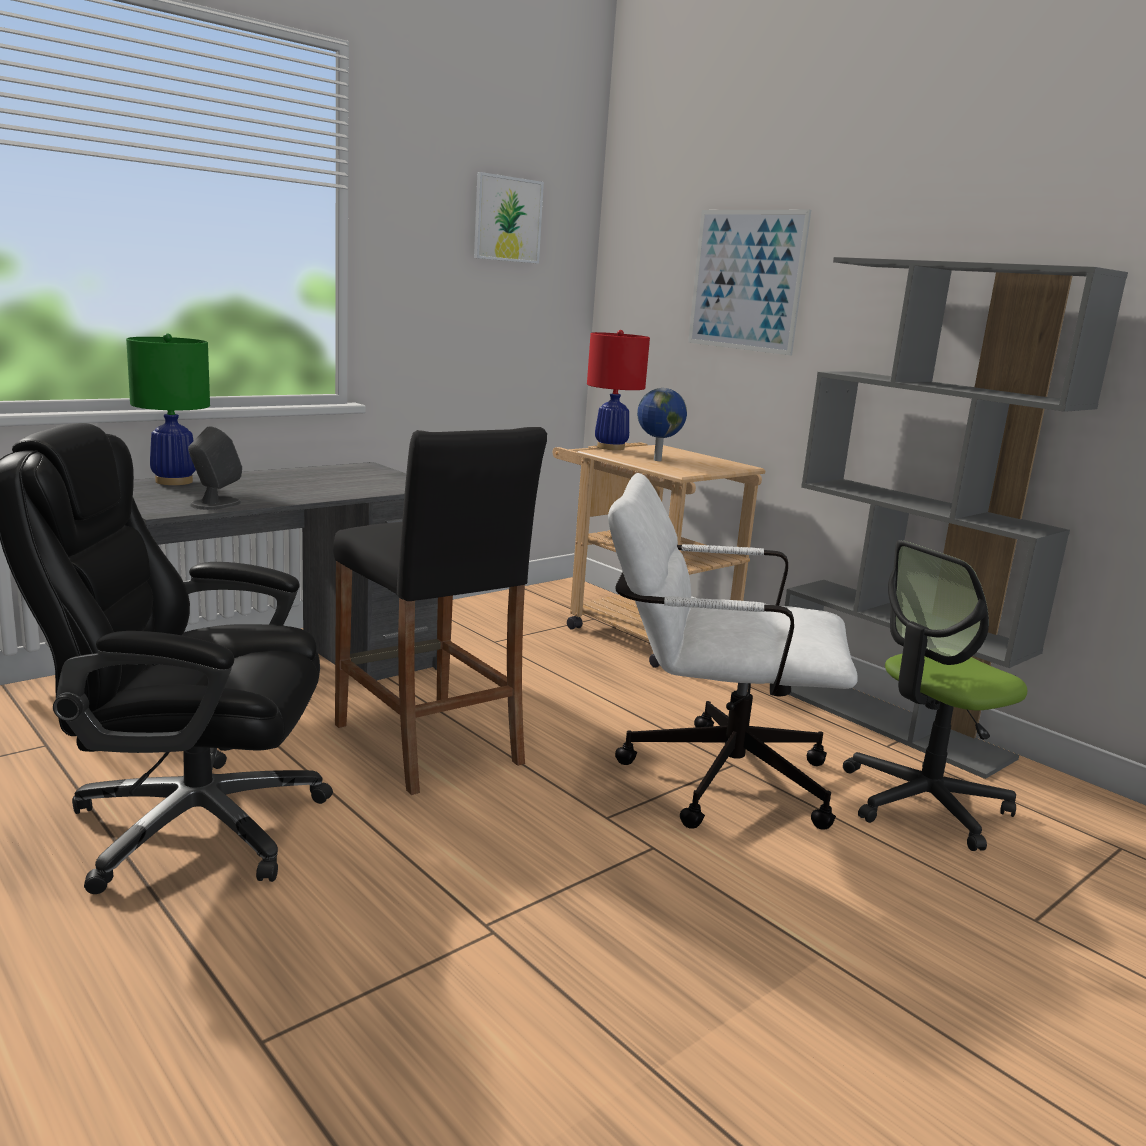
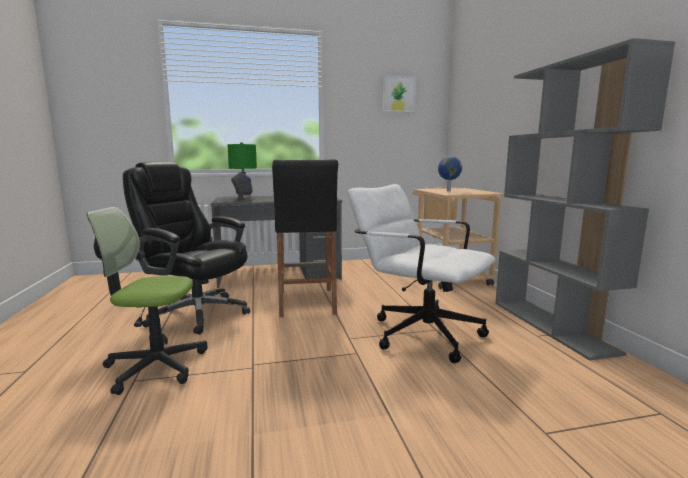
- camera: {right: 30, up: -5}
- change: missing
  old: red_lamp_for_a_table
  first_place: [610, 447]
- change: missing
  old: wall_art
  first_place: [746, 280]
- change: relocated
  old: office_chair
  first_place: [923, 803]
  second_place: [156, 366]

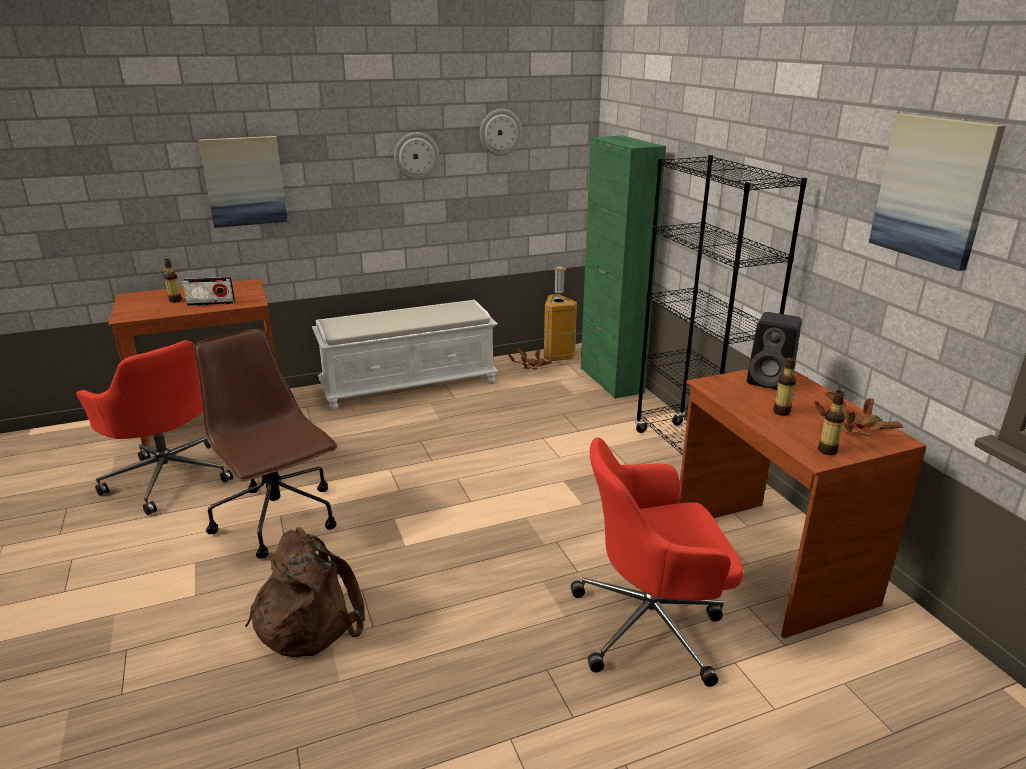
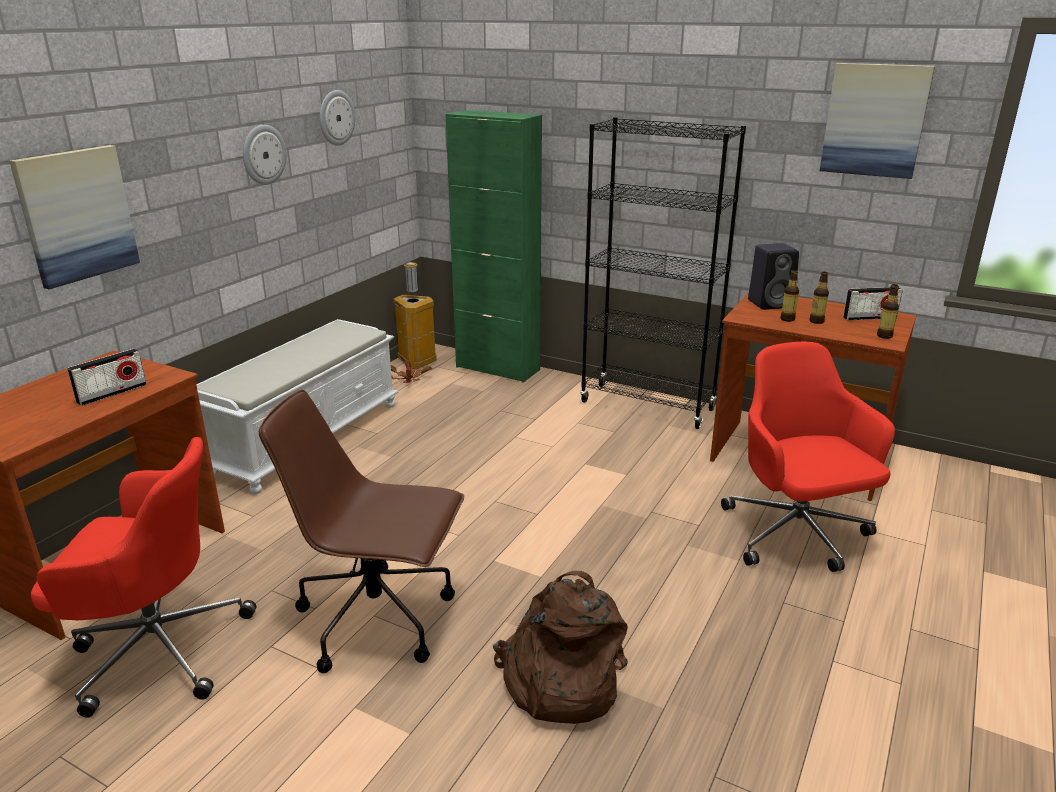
- camera: {right: -40, up: 0}
- change: relocated
  old: bottle
  first_place: [175, 300]
  second_place: [787, 319]
- change: exchanged
  old: plant_in_a_pot
  new: radio_set
  first_place: [855, 428]
  second_place: [869, 317]
- change: spun
  old: red_office_chair
  first_place: [651, 625]
  second_place: [796, 534]
  degrees: 120

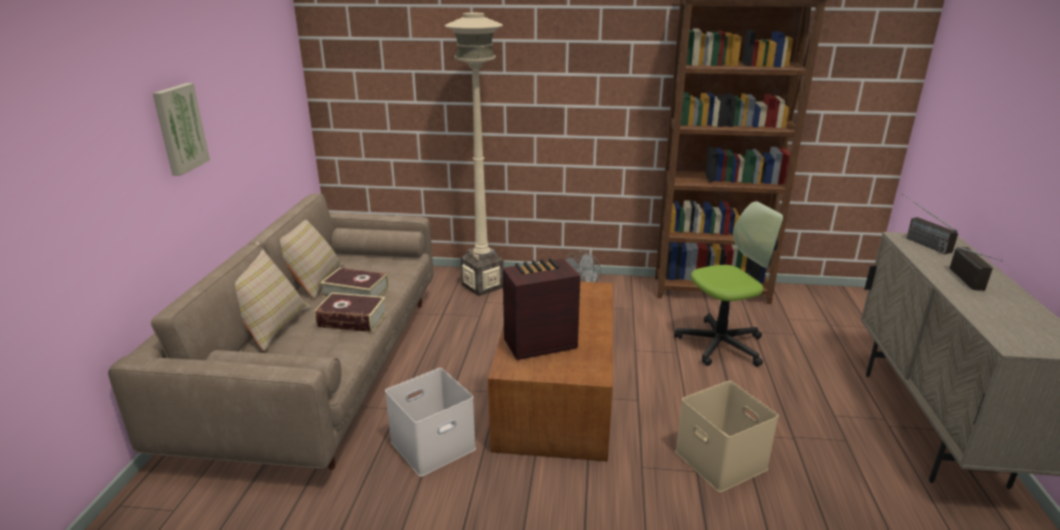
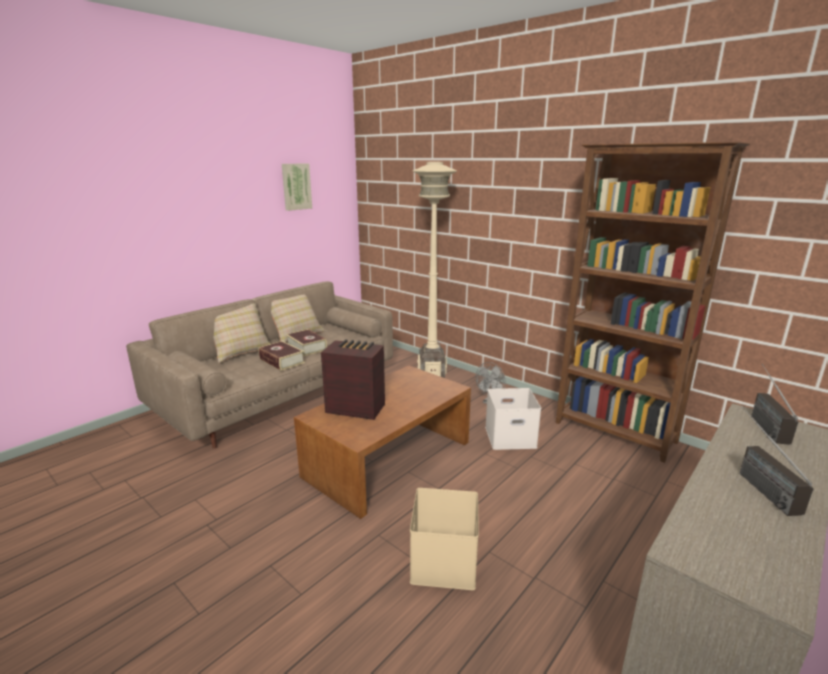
- camera: {right: 35, up: -5}
- change: missing
  old: office_chair
  first_place: [721, 344]
- change: relocated
  old: wall_art
  first_place: [179, 128]
  second_place: [296, 186]
- change: relocated
  old: whitish_storage_container
  first_place: [433, 444]
  second_place: [511, 436]
- change: spun
  old: radio_set
  first_place: [974, 285]
  second_place: [754, 482]
  degrees: 135

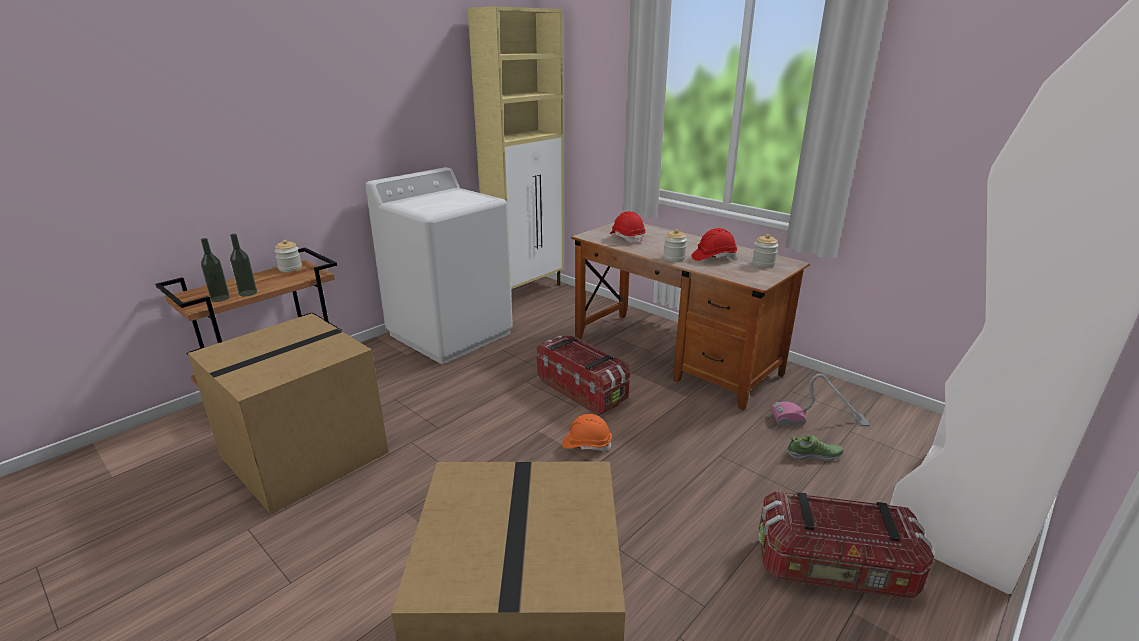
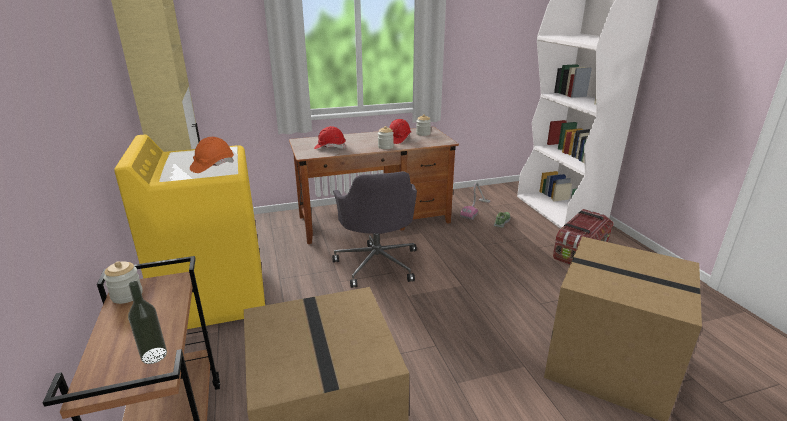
- camera: {right: -60, up: 0}
- change: missing
  old: bottle
  first_place: [248, 293]
- change: relocated
  old: orange_work_helmet
  first_place: [586, 444]
  second_place: [213, 166]
- change: exchanged
  old: storage_container
  new: greyish_office_chair
  first_place: [583, 390]
  second_place: [377, 263]
- change: colour
  old: whitish_laundry_machine
  new: yellowish_laundry_machine
  first_place: [451, 334]
  second_place: [214, 296]

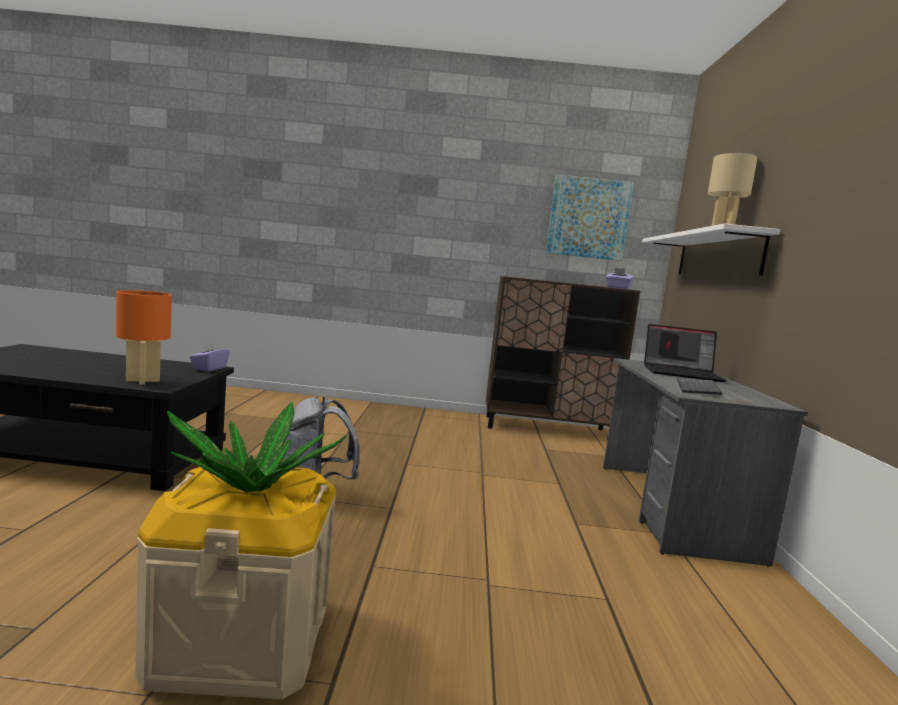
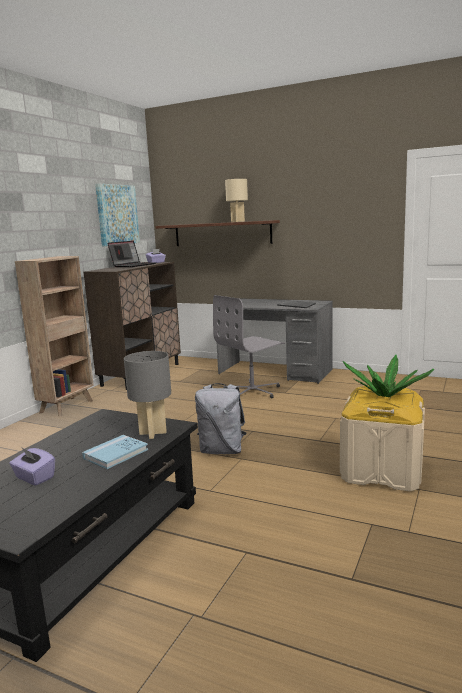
- camera: {right: -65, up: 5}
- change: appeared
  new: brown_shelving_unit
  second_place: [67, 406]
- change: appeared
  new: blue_bound_book
  second_place: [116, 454]
- change: appeared
  new: greyish_office_chair
  second_place: [252, 391]
- change: relocated
  old: purple_box_of_tissues
  first_place: [209, 368]
  second_place: [34, 478]
- change: relocated
  old: portable_computer
  first_place: [682, 373]
  second_place: [133, 265]
- change: colour
  old: orange_lamp_for_a_table
  new: greyish_lamp_for_a_table
  first_place: [142, 381]
  second_place: [153, 433]
- change: colour
  old: whitish_shelf
  new: brown_shelf
  first_place: [717, 256]
  second_place: [222, 234]

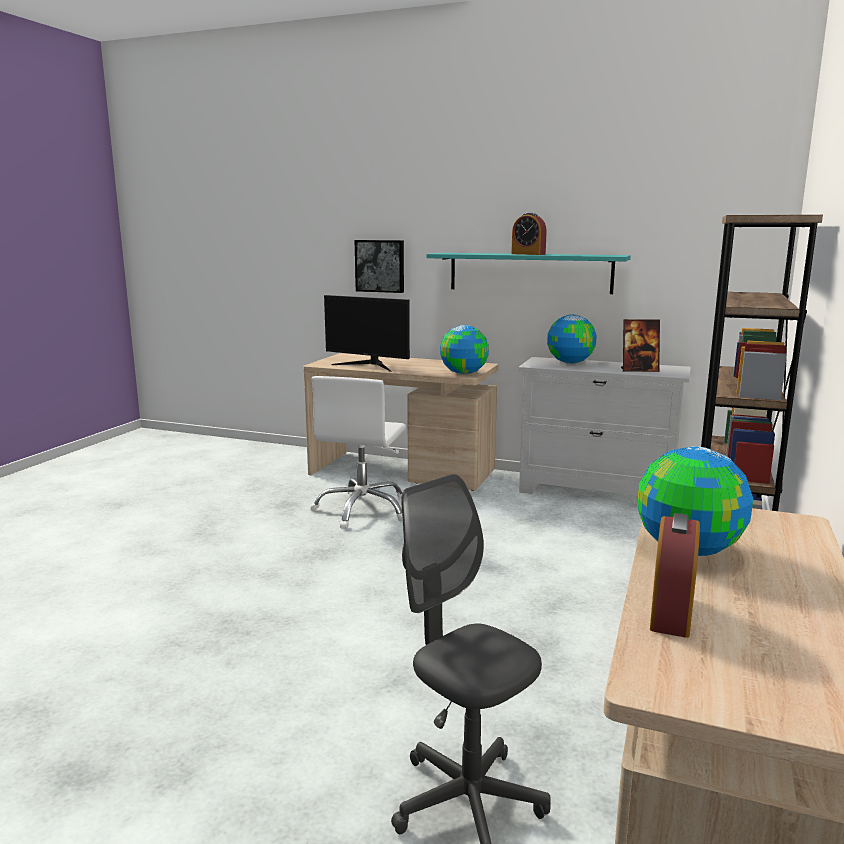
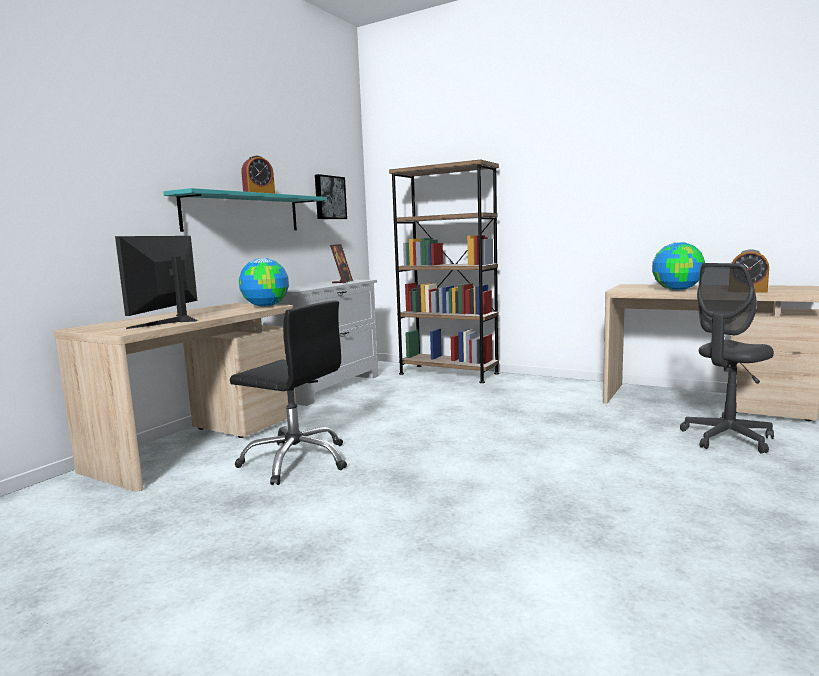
- camera: {right: -80, up: -5}
- change: missing
  old: desk_globe
  first_place: [569, 362]
- change: relocated
  old: wall_art
  first_place: [380, 266]
  second_place: [329, 197]
- change: colour
  old: whitish_office_chair
  new: black_office_chair
  first_place: [363, 509]
  second_place: [296, 460]
- change: spun
  old: computer_display
  first_place: [369, 365]
  second_place: [171, 321]
  degrees: 150

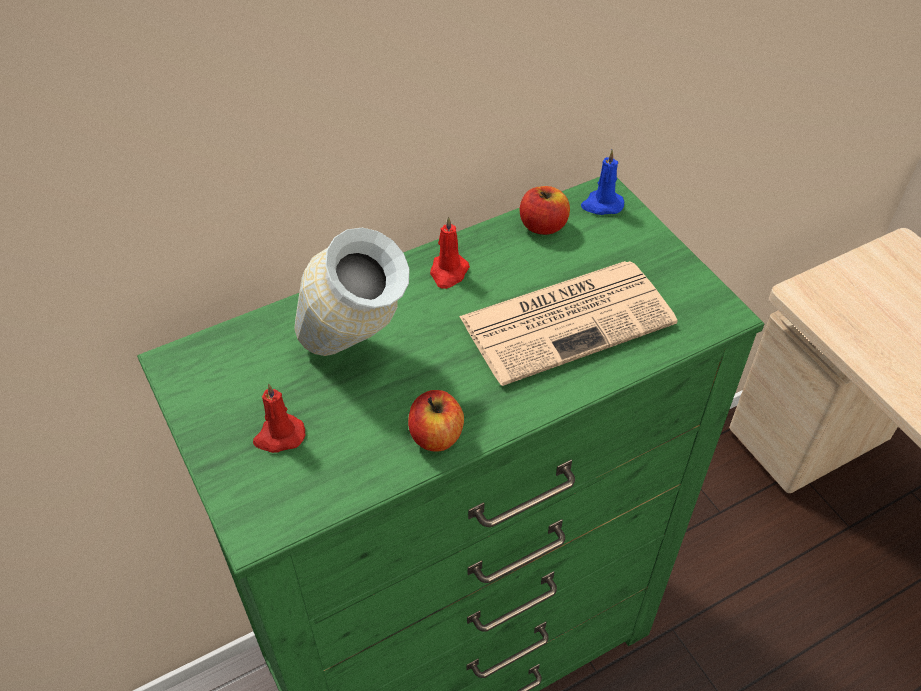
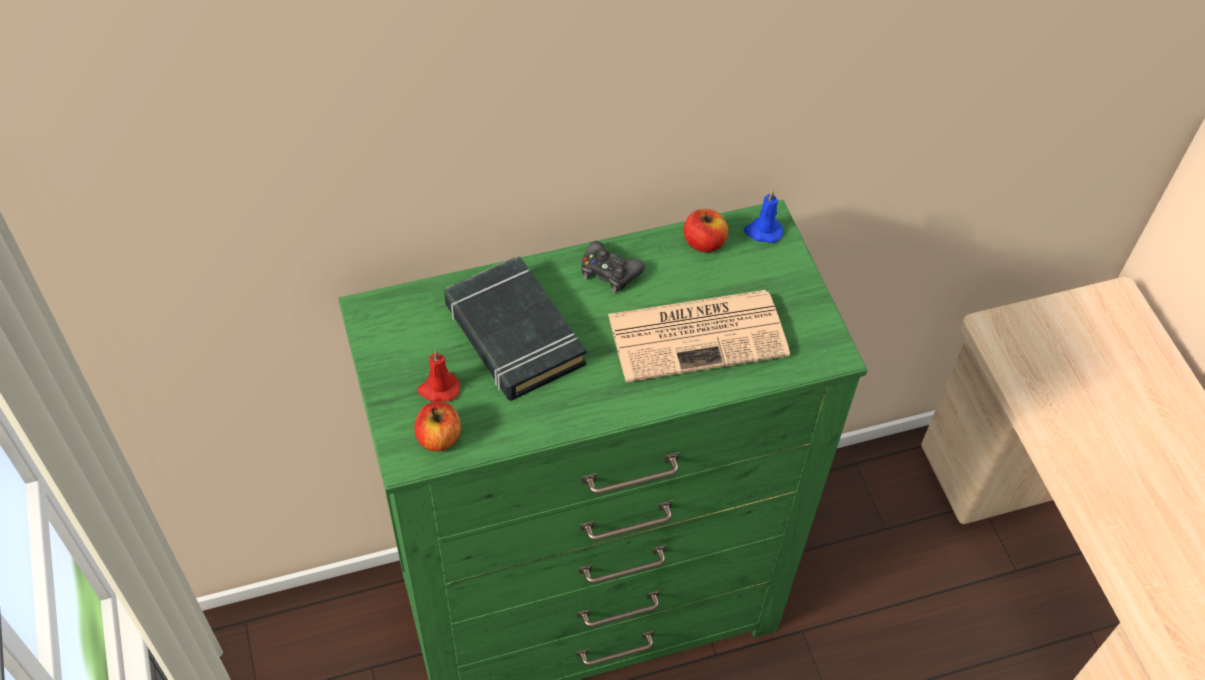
- camera: {right: 10, up: 5}
- change: relocated
  old: apple
  first_place: [436, 435]
  second_place: [439, 437]
- change: exchanged
  old: decorative_vase
  new: black_bound_book
  first_place: [355, 358]
  second_place: [513, 335]
- change: exchanged
  old: red_wax_candle
  new: black_joypad
  first_place: [448, 273]
  second_place: [609, 272]

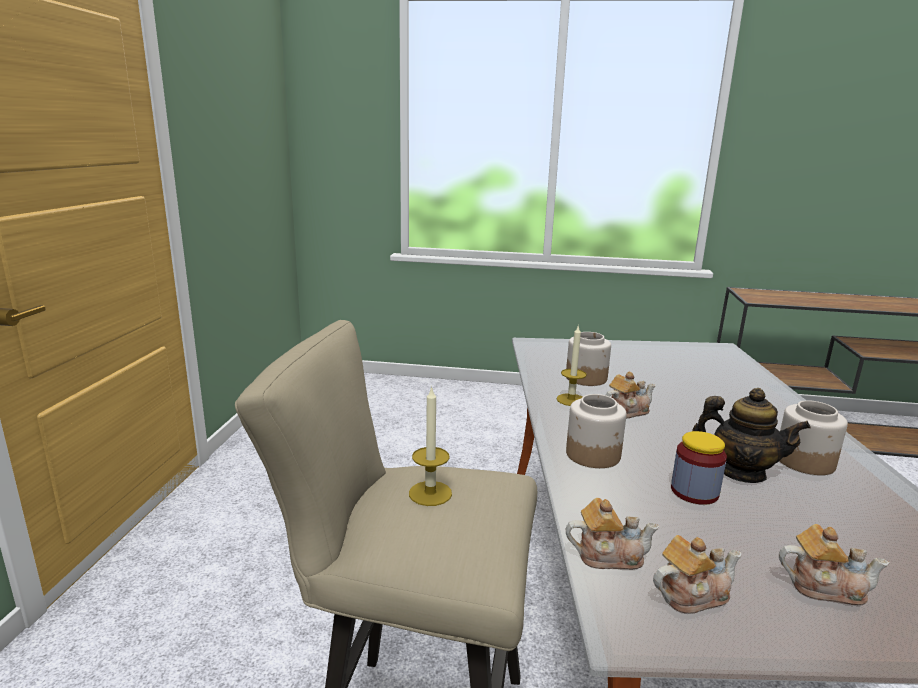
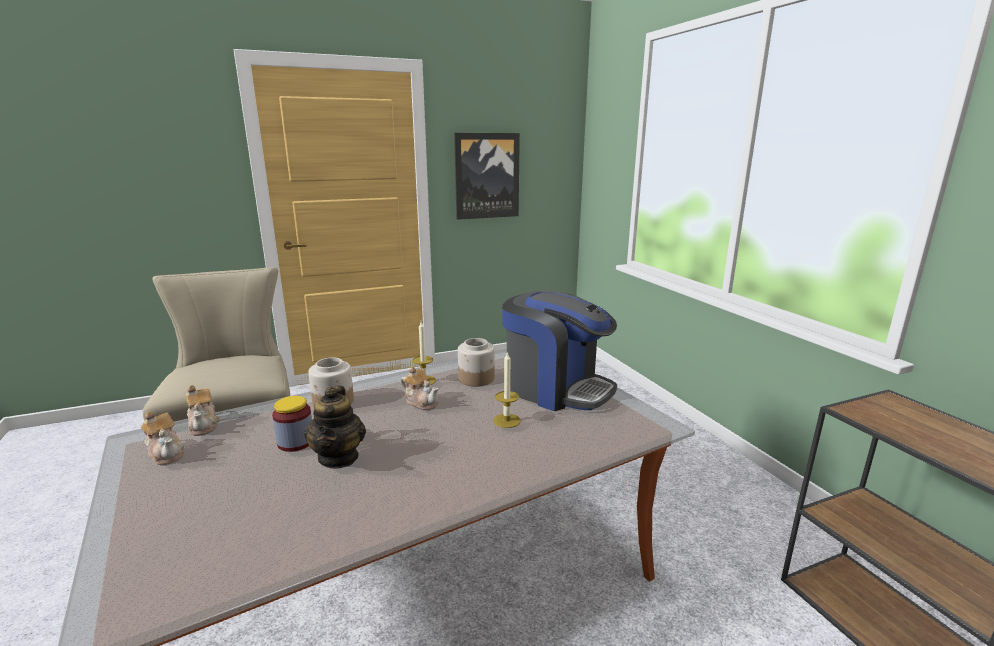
- camera: {right: 60, up: 0}
- change: missing
  old: tea_pot
  first_place: [824, 587]
- change: missing
  old: jar
  first_place: [804, 461]
- change: appeared
  new: wall_art
  second_place: [486, 176]
- change: appeared
  new: coffee_maker
  second_place: [556, 388]
- change: relocated
  old: wax_candle
  first_place: [430, 493]
  second_place: [506, 420]

